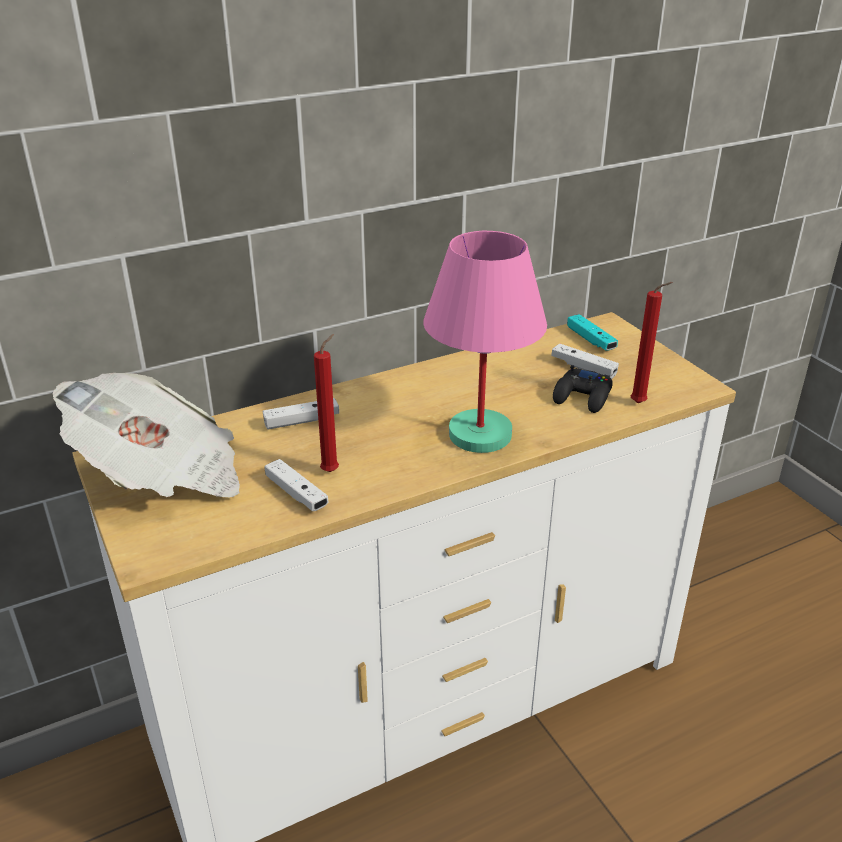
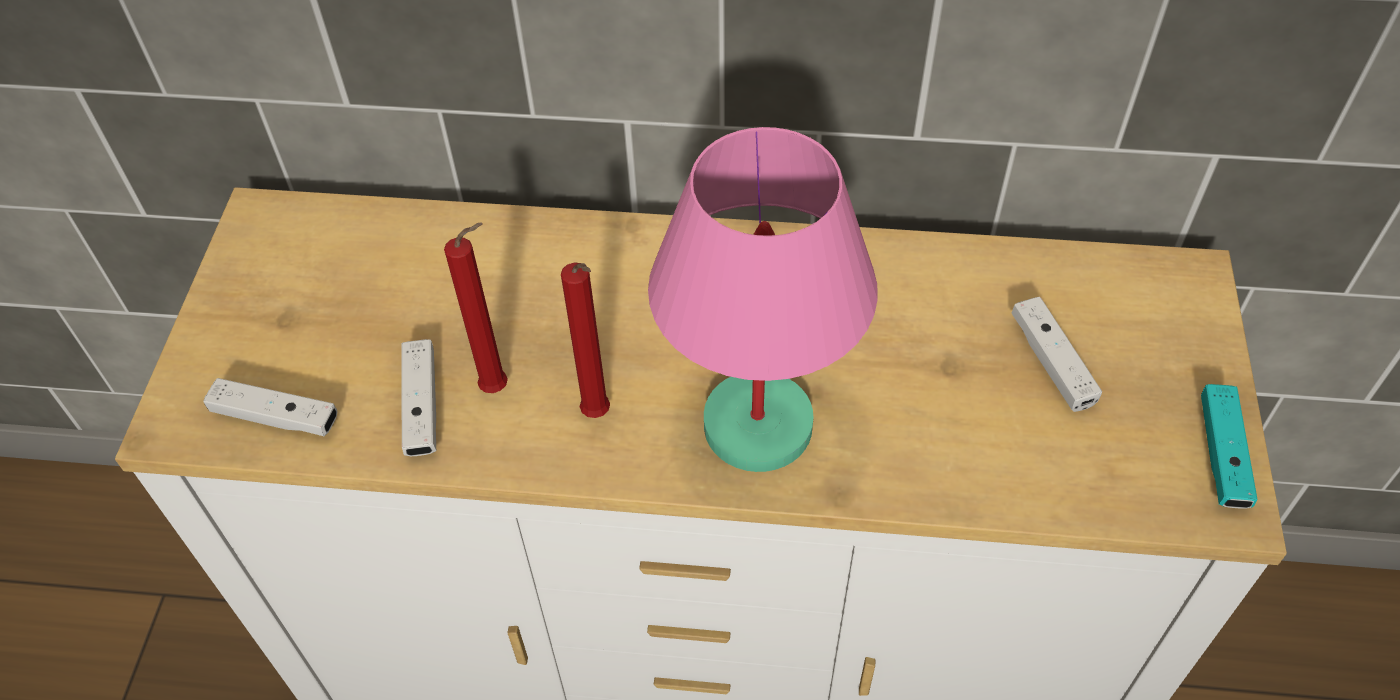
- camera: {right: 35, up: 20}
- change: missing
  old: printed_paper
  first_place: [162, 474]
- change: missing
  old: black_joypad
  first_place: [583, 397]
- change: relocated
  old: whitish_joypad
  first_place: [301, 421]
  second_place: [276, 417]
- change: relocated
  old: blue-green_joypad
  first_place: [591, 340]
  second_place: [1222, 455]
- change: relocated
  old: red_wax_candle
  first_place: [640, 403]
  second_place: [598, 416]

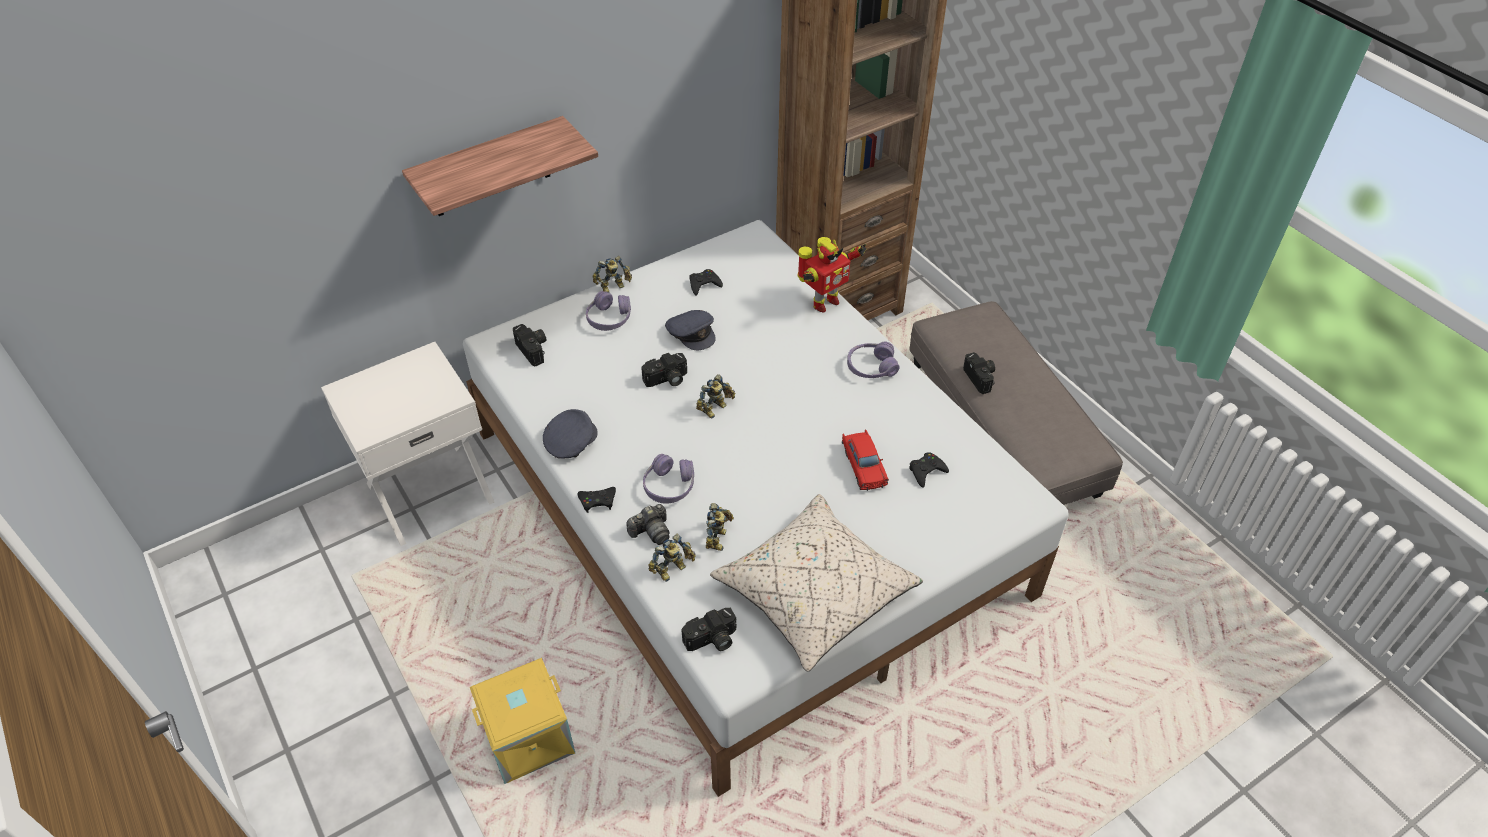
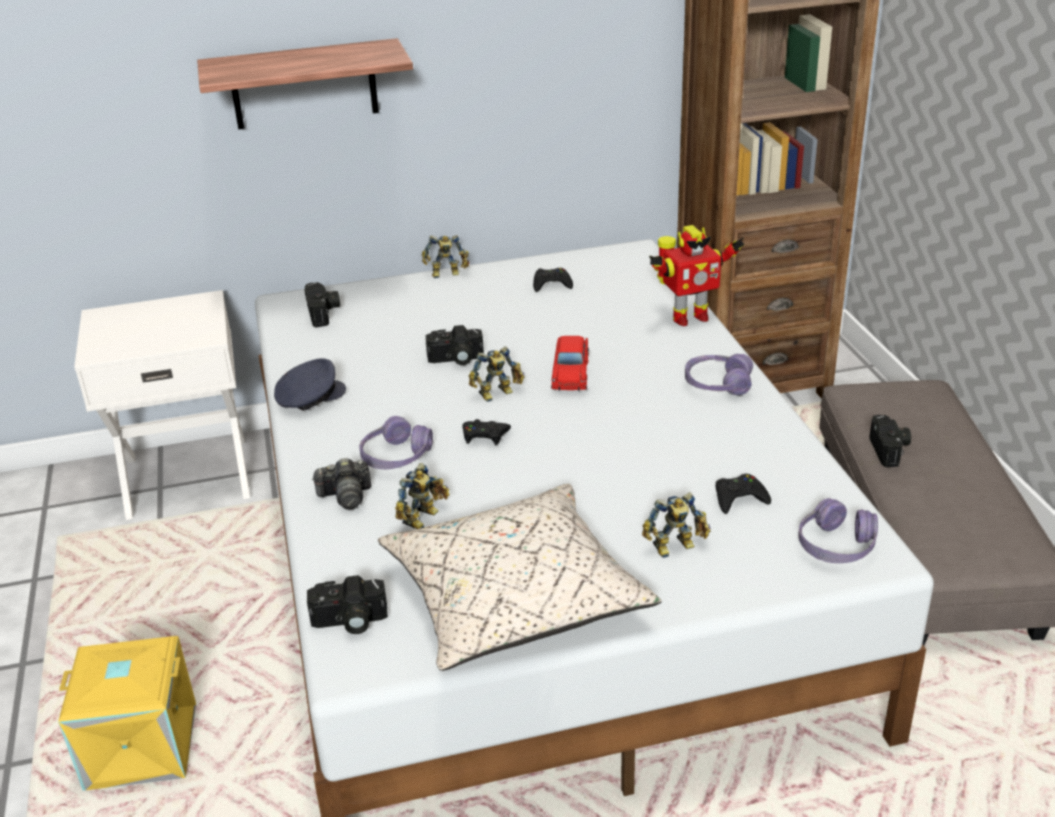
- camera: {right: 20, up: -15}
- change: missing
  old: greyish_cap
  first_place: [692, 333]
- change: relocated
  old: black_joypad
  first_place: [597, 501]
  second_place: [485, 436]
- change: relocated
  old: purple_headset
  first_place: [609, 318]
  second_place: [836, 545]
- change: relocated
  old: robot_figure
  first_place: [673, 570]
  second_place: [676, 548]
- change: relocated
  old: red_miniature_car
  first_place: [863, 465]
  second_place: [571, 372]

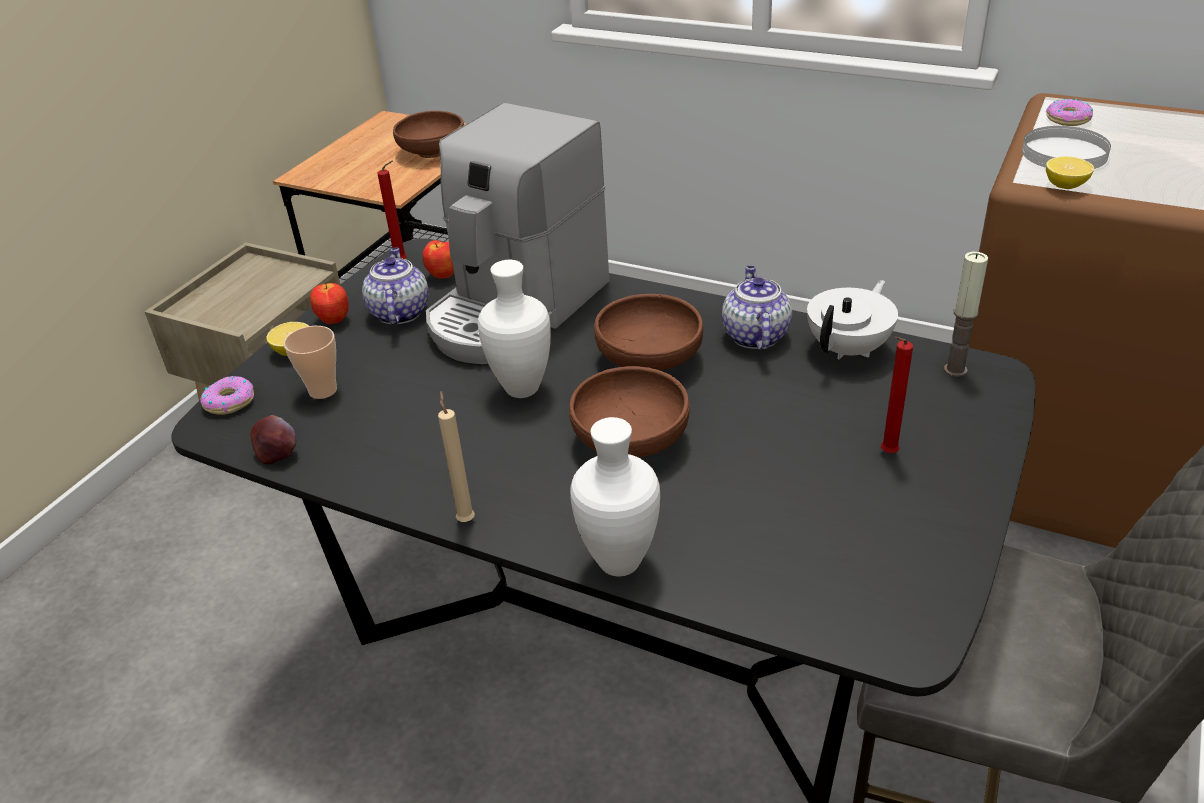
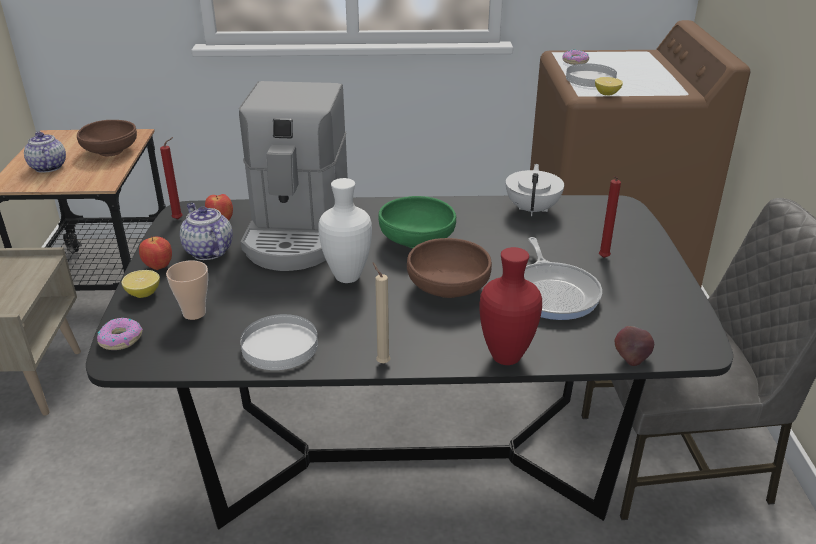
- camera: {right: -30, up: -5}
- change: missing
  old: wax_candle
  first_place: [955, 370]
- change: appeared
  new: whitish_plate
  second_place: [280, 345]
- change: appeared
  new: skillet
  second_place: [553, 293]
- change: relocated
  old: apple
  first_place: [278, 454]
  second_place: [632, 357]
- change: relocated
  old: tea_pot
  first_place: [754, 335]
  second_place: [48, 167]
- change: colour
  old: whitish_decorative_vase
  new: red_decorative_vase
  first_place: [616, 563]
  second_place: [504, 357]
- change: colour
  old: brown_bowl
  new: green-coloured_bowl
  first_place: [649, 358]
  second_place: [416, 240]

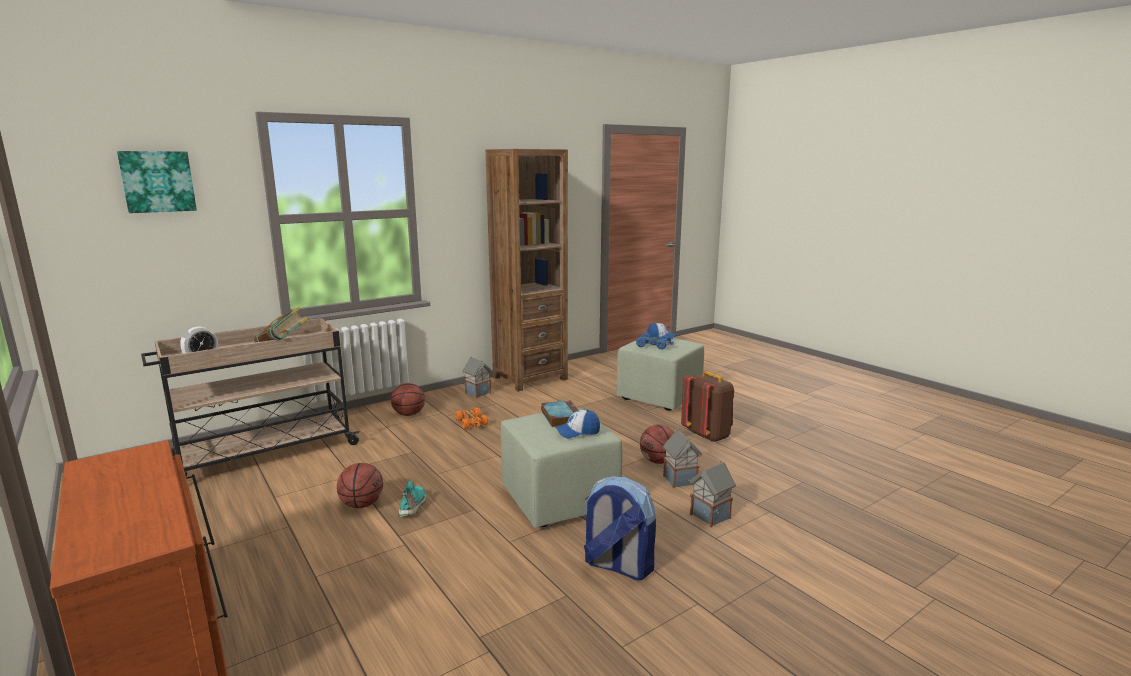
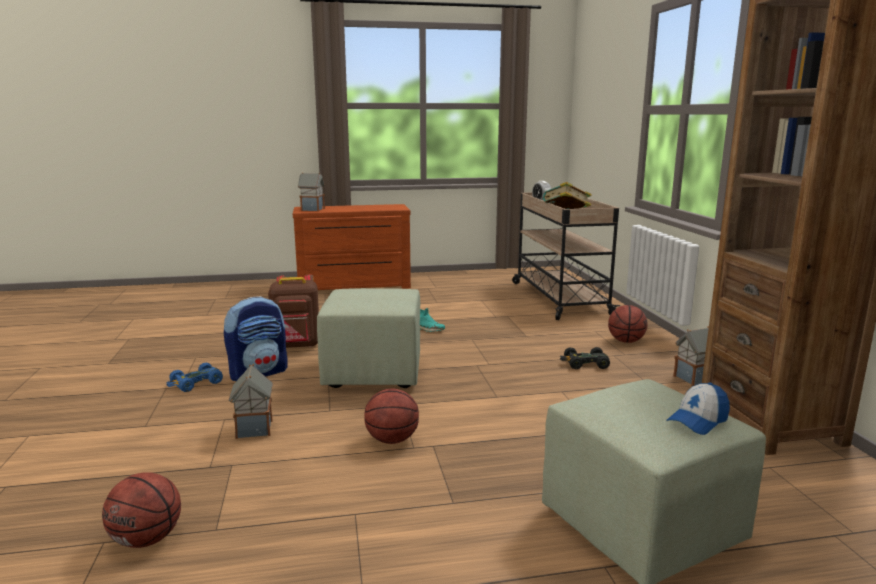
- camera: {right: 115, up: 0}
- change: missing
  old: wall_art
  first_place: [158, 181]
- change: missing
  old: bound_book
  first_place: [560, 416]
- change: missing
  old: cap
  first_place: [577, 432]
- change: relocated
  old: basketball
  first_place: [362, 504]
  second_place: [147, 539]
- change: relocated
  old: blue_miniature_car
  first_place: [654, 345]
  second_place: [196, 383]
- change: relocated
  old: miniature_house
  first_place: [680, 480]
  second_place: [312, 209]
- change: relocated
  old: brown_knapsack
  first_place: [707, 435]
  second_place: [297, 346]
- change: colour
  old: orange_miniature_car
  new: black_miniature_car
  first_place: [472, 423]
  second_place: [585, 364]

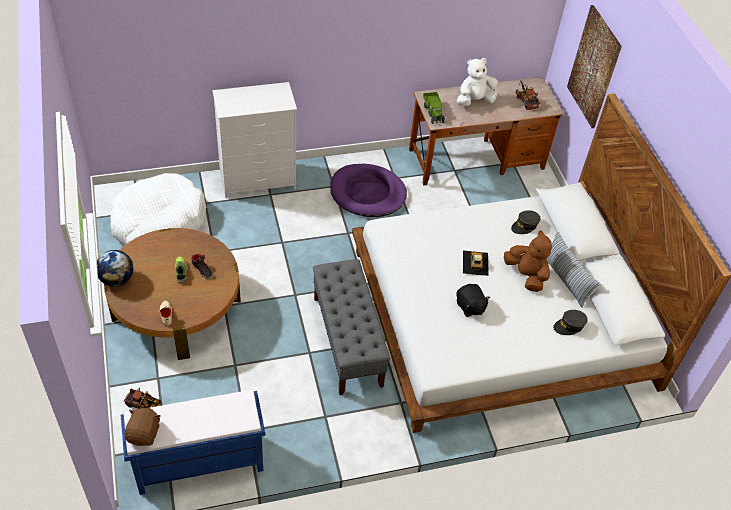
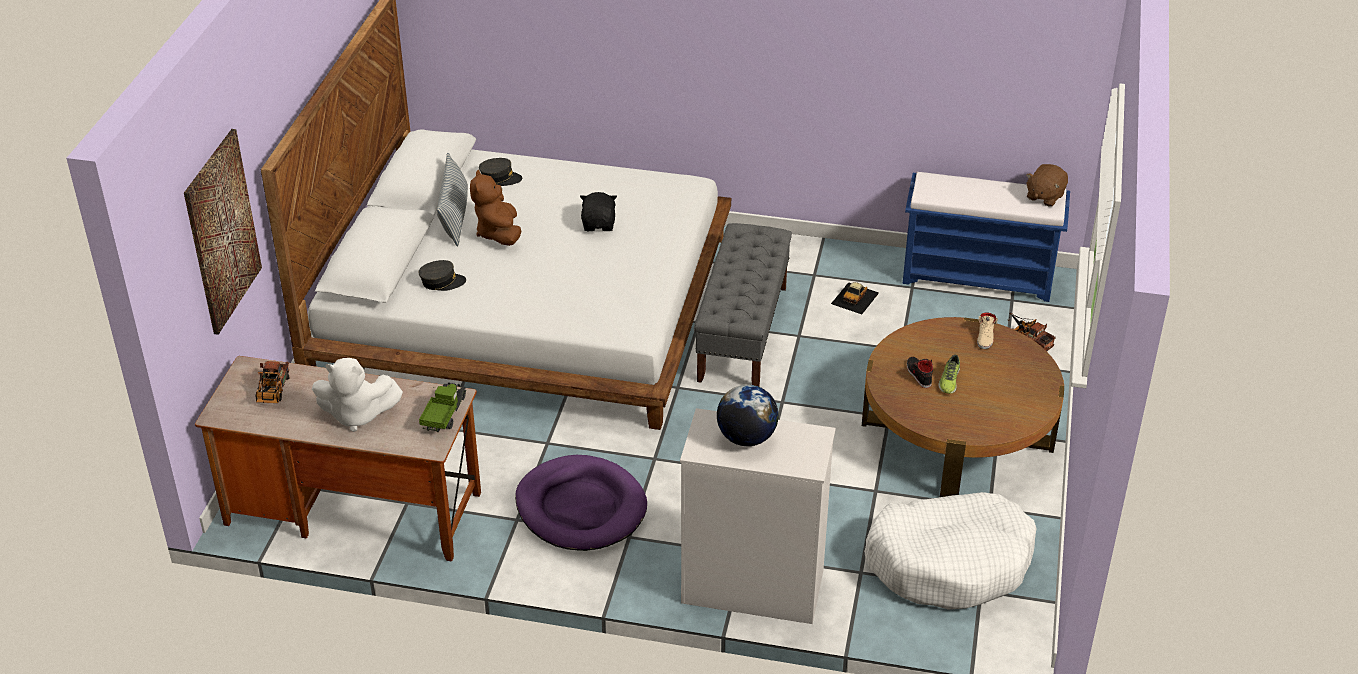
- camera: {right: -150, up: -10}
- change: relocated
  old: desk_globe
  first_place: [117, 279]
  second_place: [746, 438]
- change: relocated
  old: miniature_car
  first_place: [475, 263]
  second_place: [855, 298]

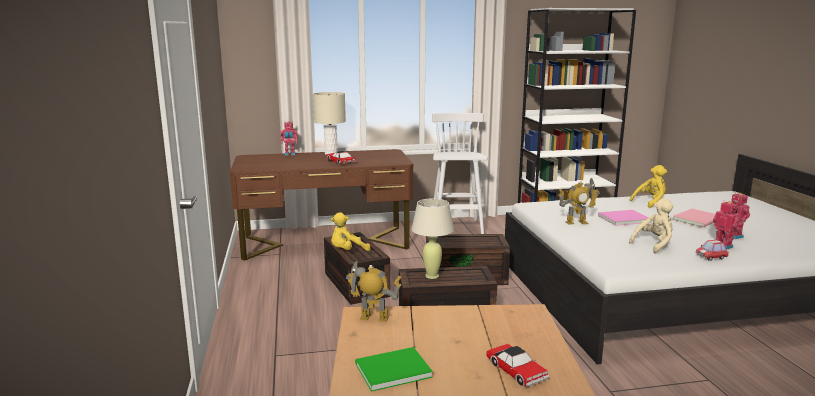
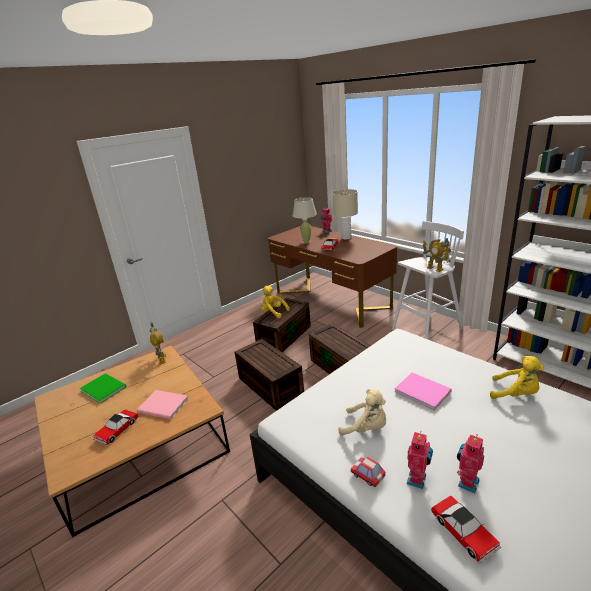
- camera: {right: 60, up: 10}
- change: appeared
  new: miniature_car
  second_place: [464, 532]
- change: relocated
  old: sand-coloured_lamp_for_a_table
  first_place: [432, 276]
  second_place: [306, 242]
- change: relocated
  old: robot_figure
  first_place: [576, 222]
  second_place: [434, 268]
- change: relocated
  old: pinkish_bound_book
  first_place: [699, 219]
  second_place: [163, 406]

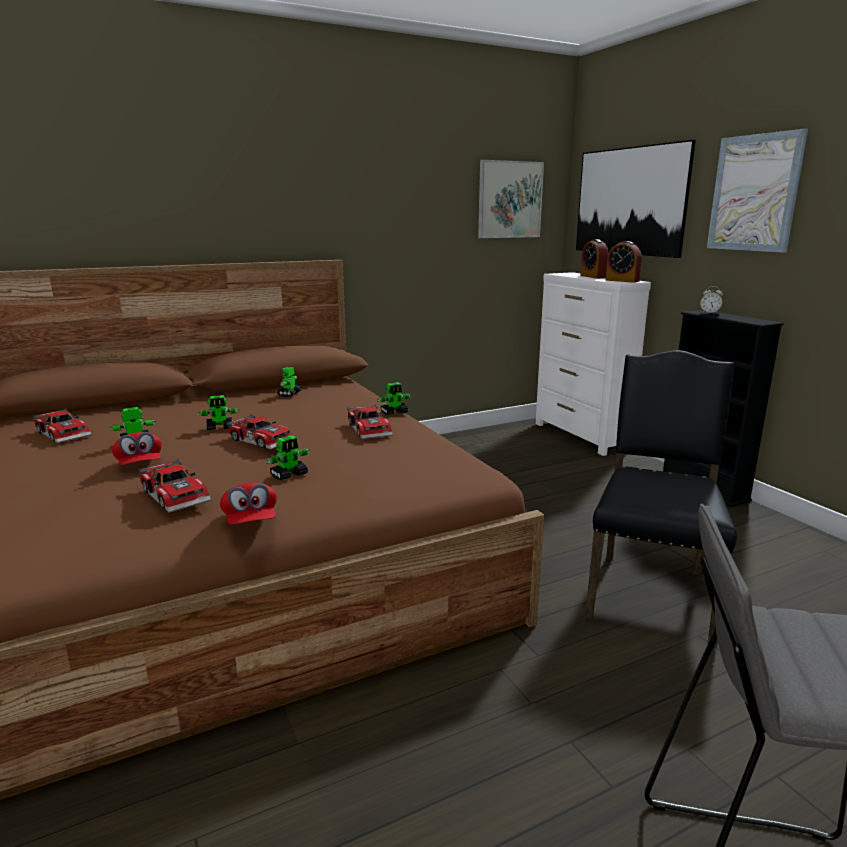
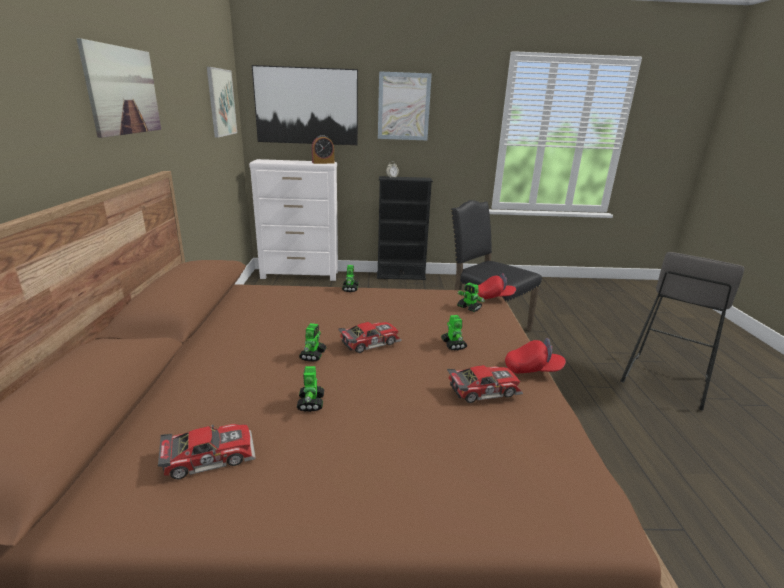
- camera: {right: -65, up: 5}
- change: missing
  old: miniature_car
  first_place: [371, 429]
- change: missing
  old: alarm_clock
  first_place: [593, 276]
- change: appeared
  new: wall_art
  second_place: [123, 90]
- change: relocated
  old: red_cap
  first_place: [140, 466]
  second_place: [493, 297]
- change: relocated
  old: robot_figure
  first_place: [289, 394]
  second_place: [469, 308]

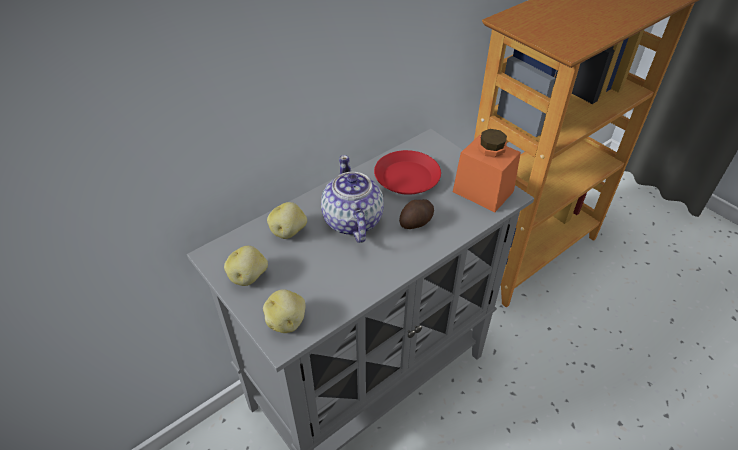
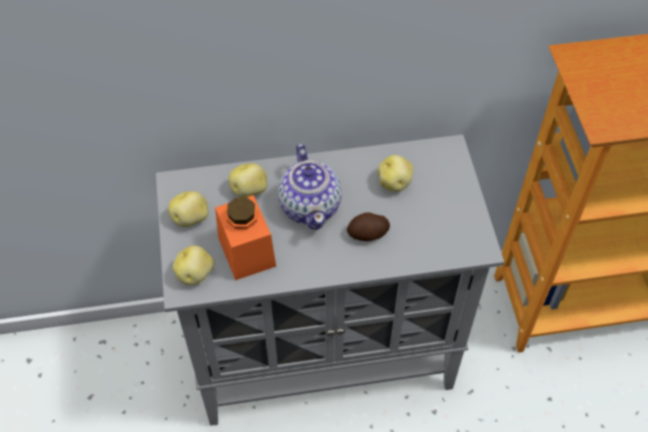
- camera: {right: 30, up: 10}
- change: relocated
  old: orange_jar
  first_place: [483, 191]
  second_place: [247, 252]
- change: exchanged
  old: red_plate
  new: spud
  first_place: [407, 178]
  second_place: [394, 182]
- change: spun
  old: tea_pot
  first_place: [352, 221]
  second_place: [310, 205]
  degrees: 150

